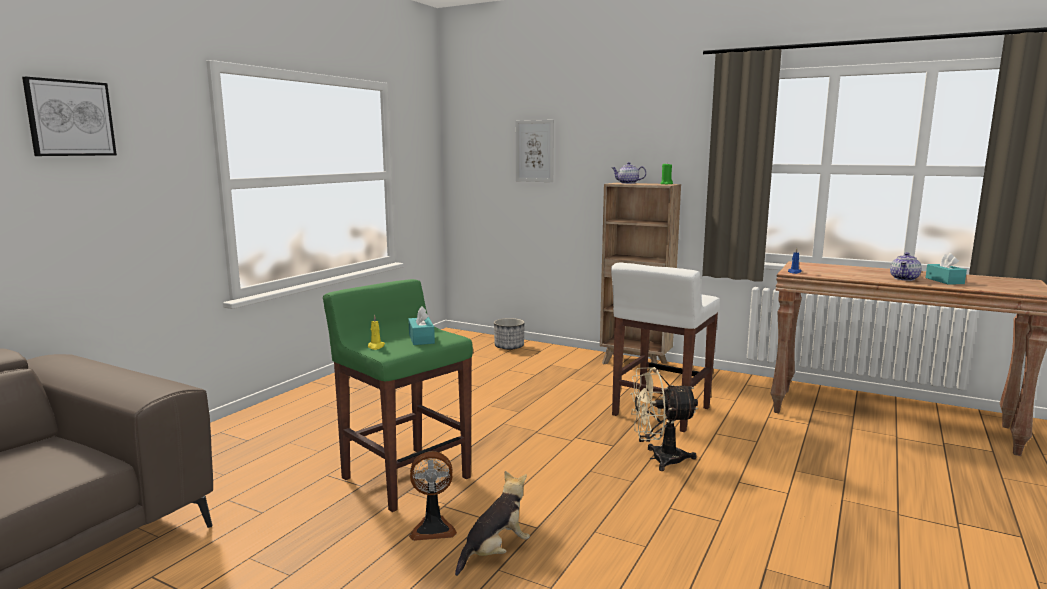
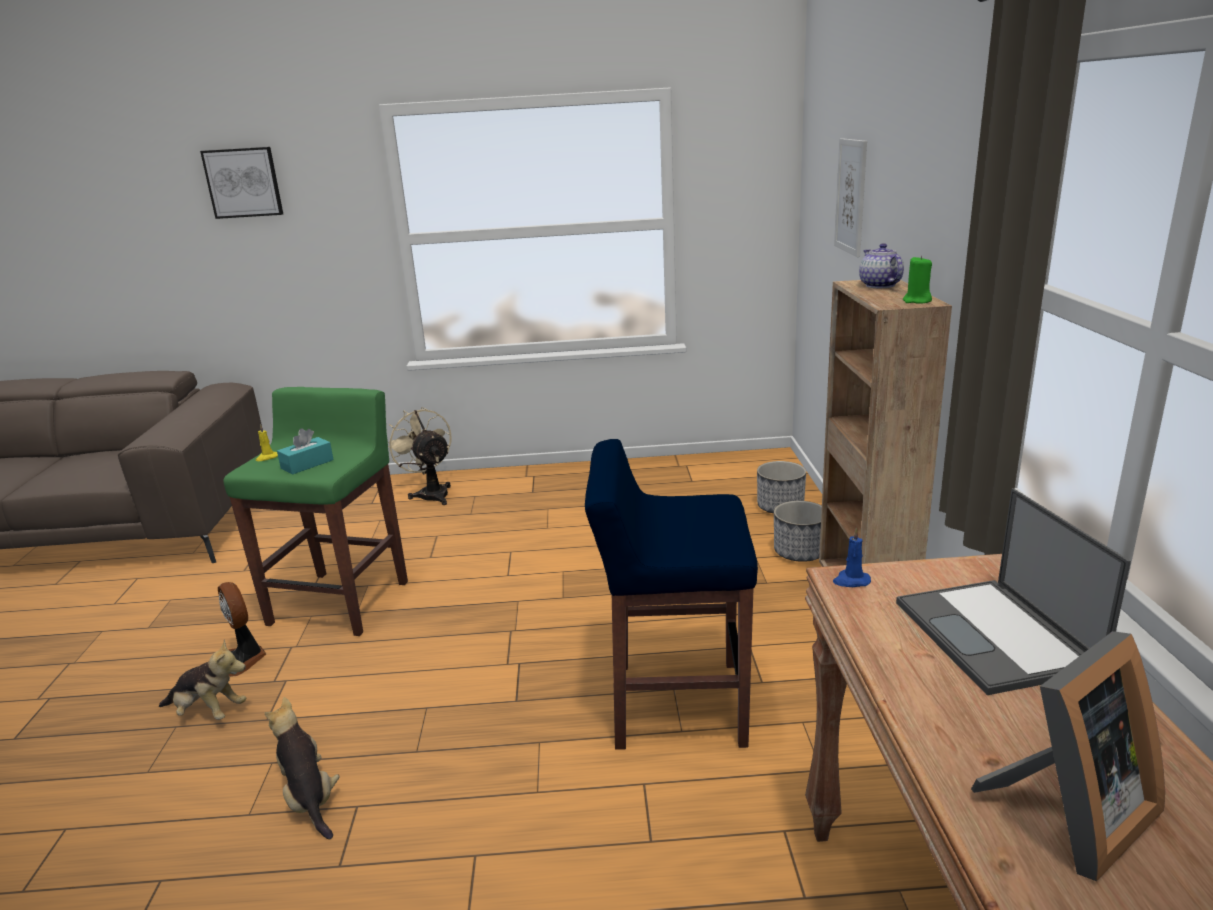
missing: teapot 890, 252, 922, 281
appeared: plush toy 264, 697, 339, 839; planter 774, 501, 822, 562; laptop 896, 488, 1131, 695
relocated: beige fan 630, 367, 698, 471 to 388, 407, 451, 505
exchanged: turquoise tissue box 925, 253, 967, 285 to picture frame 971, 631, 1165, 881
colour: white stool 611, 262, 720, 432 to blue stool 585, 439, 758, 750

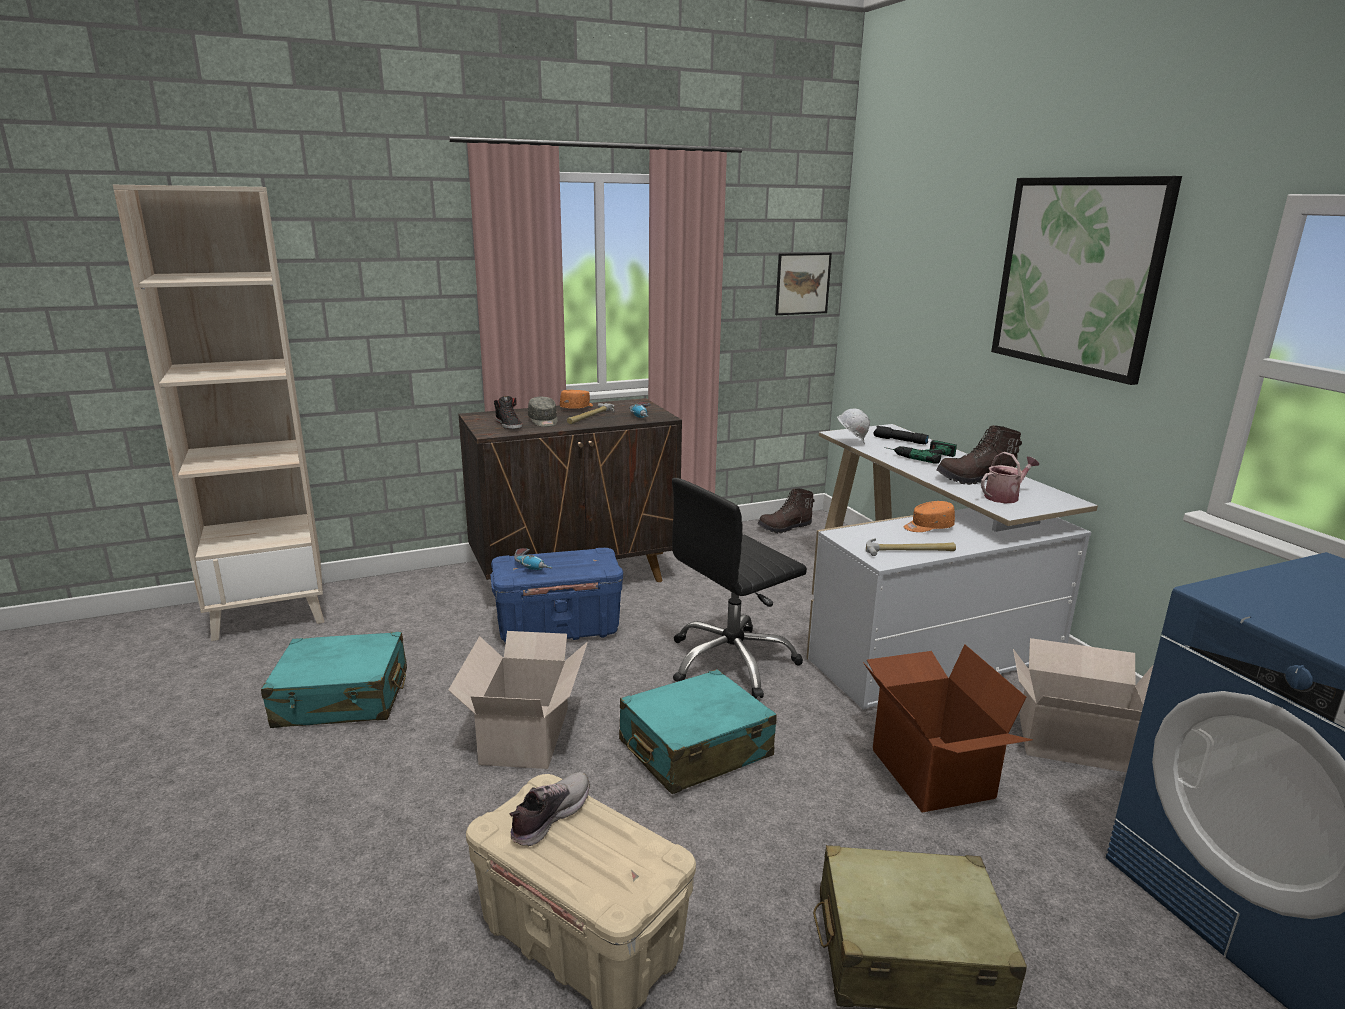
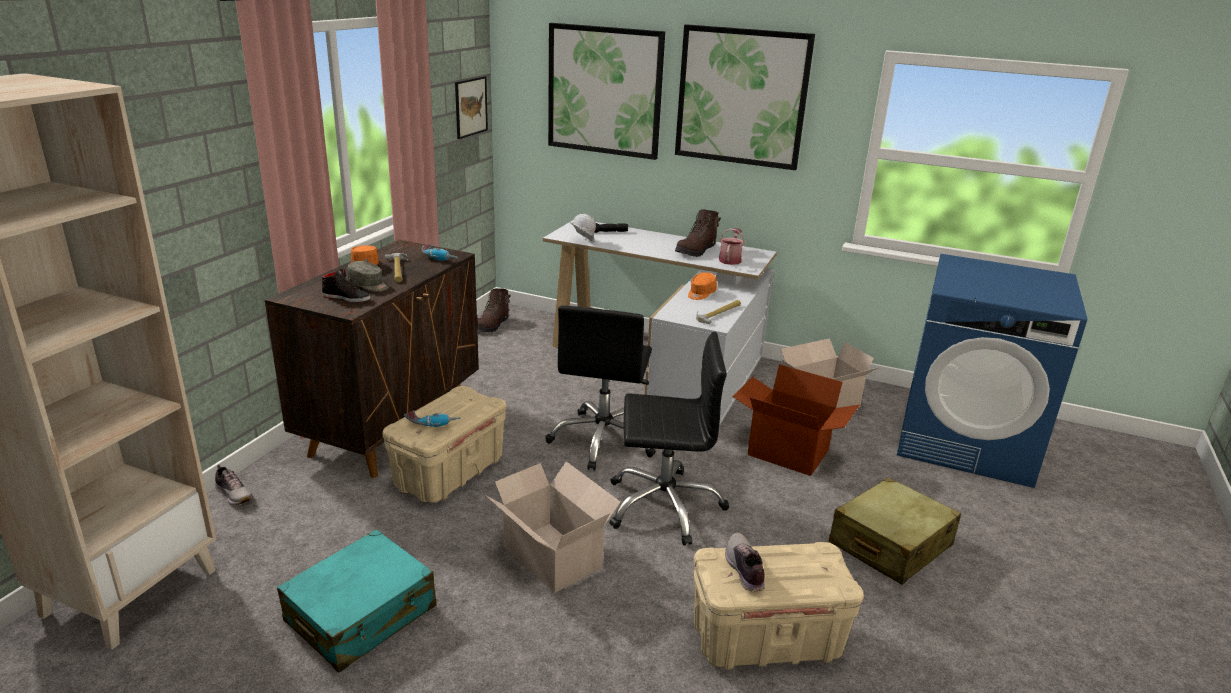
missing: power drill 885, 440, 957, 464
appeared: shoe 215, 464, 253, 505; picture 548, 23, 665, 160
exchanged: turquoise suitcase 619, 669, 777, 794 to black office chair 609, 332, 729, 545
colour: blue storage box 491, 548, 623, 643 to beige storage box 382, 386, 506, 503

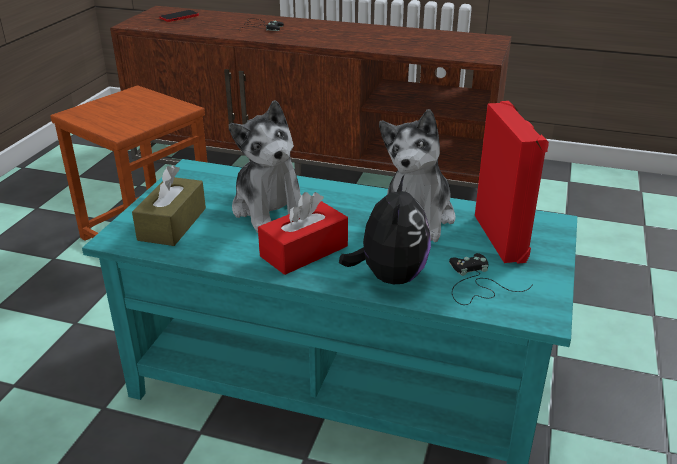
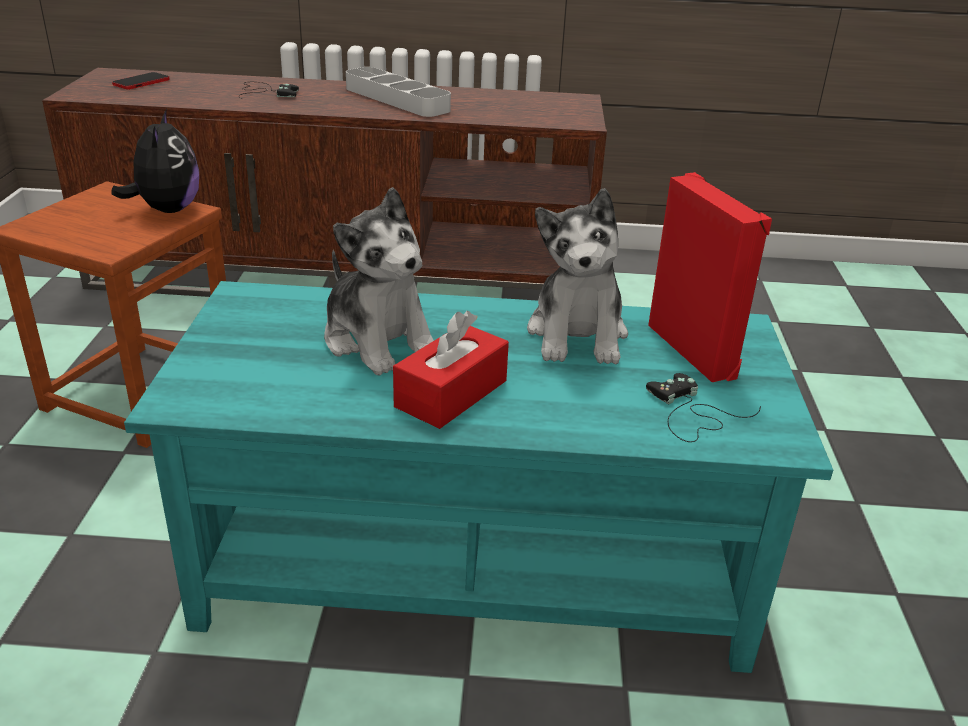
missing: brown tissue box 132, 165, 206, 246
appeared: grey tray 346, 67, 451, 117
relocated: plush toy 339, 175, 431, 284 to 112, 109, 199, 213

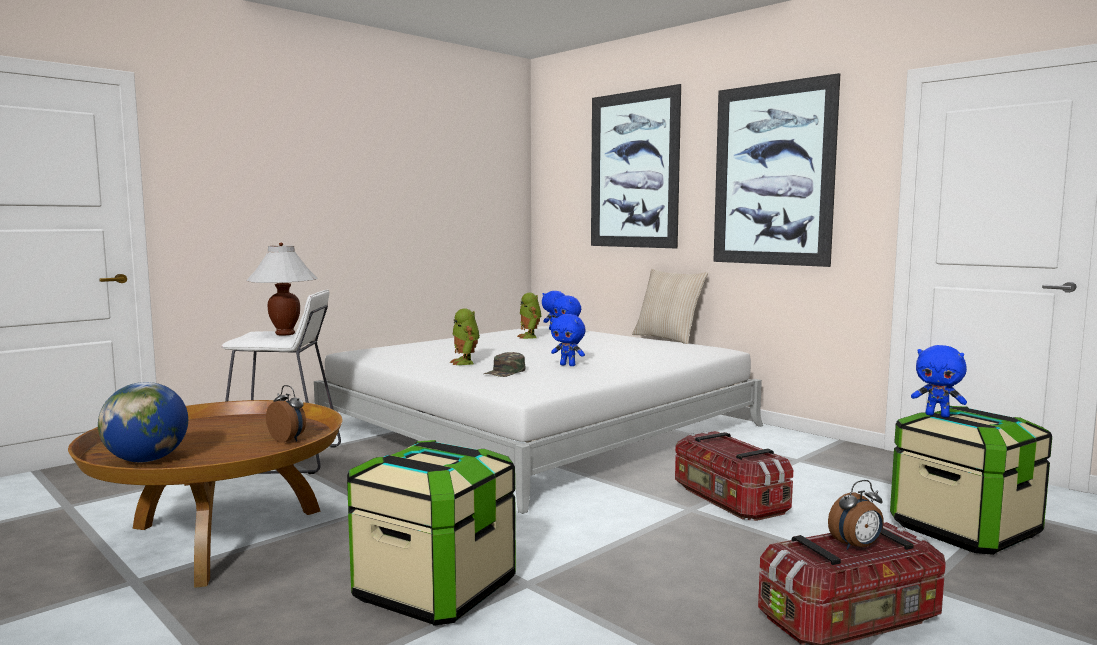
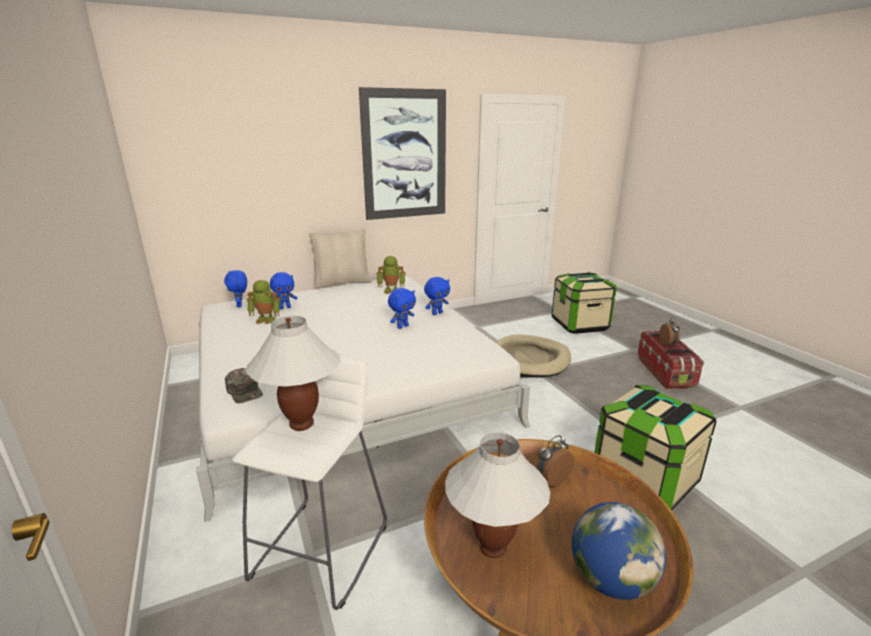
missing: picture 591, 84, 681, 248
appeared: white table lamp 445, 432, 551, 558
relocated: toy robot 450, 308, 480, 365 to 377, 256, 405, 294; green cap 484, 352, 525, 377 to 225, 368, 263, 403; blue plush toy 911, 345, 967, 418 to 424, 277, 450, 315
exchanged: storage box 675, 431, 793, 521 to beige dog bed 496, 335, 571, 378

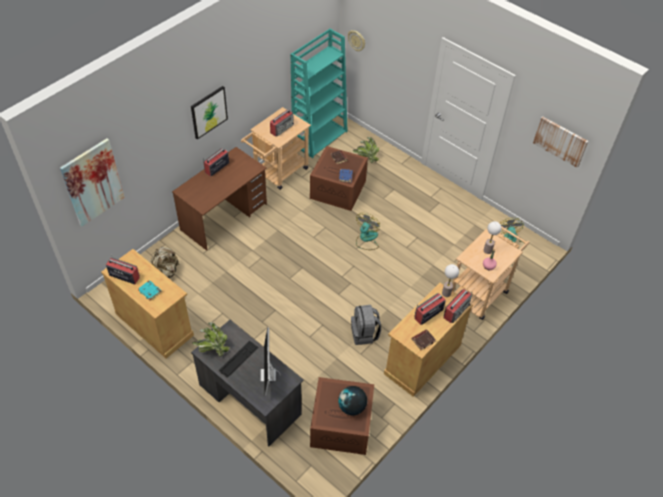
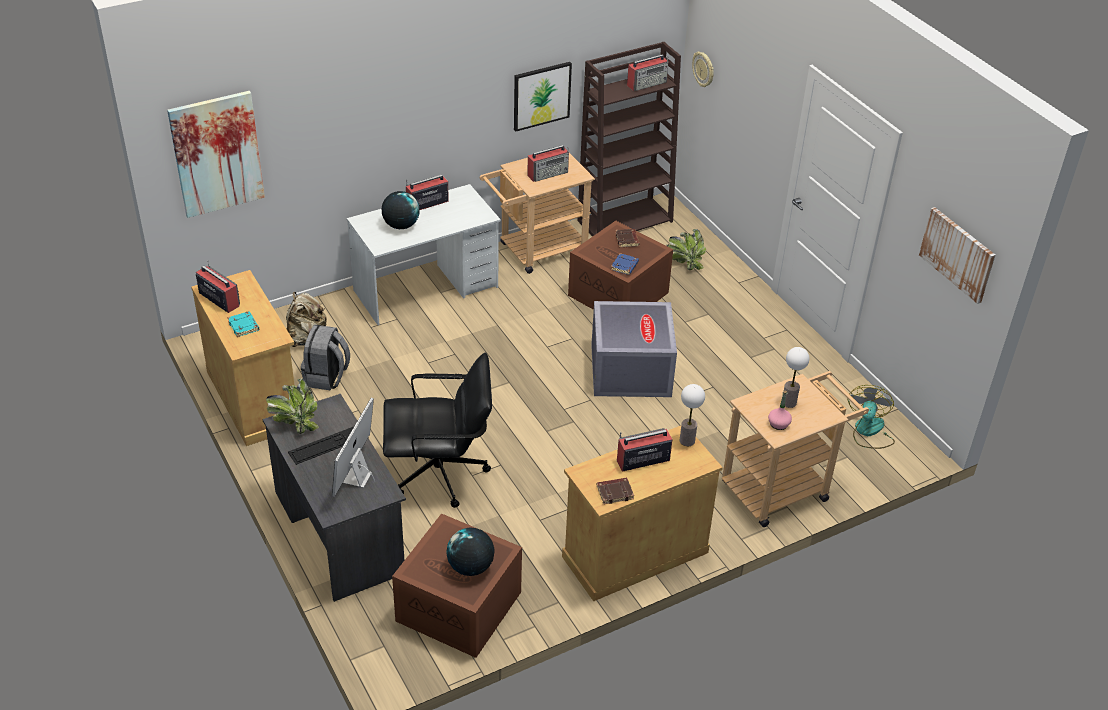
appeared: globe 382, 191, 420, 229; black office chair 383, 353, 492, 508
relocated: picture 191, 86, 228, 140 to 514, 62, 572, 131; grey backpack 351, 305, 381, 345 to 301, 325, 350, 390; radio 443, 289, 472, 323 to 627, 55, 668, 91
exchanged: fan 356, 213, 380, 250 to grey storage box 591, 301, 677, 397
colour: brown desk 172, 147, 267, 251 to white desk 347, 184, 501, 325; turquoise bookcase 291, 29, 348, 158 to brown bookcase 577, 42, 681, 237

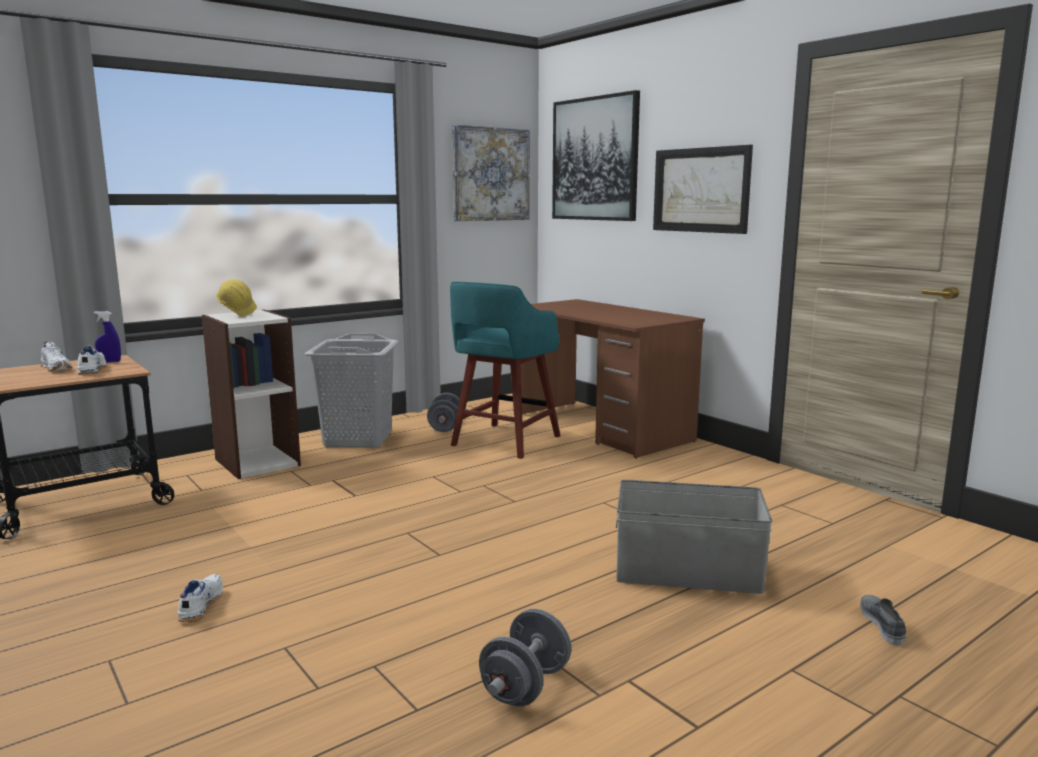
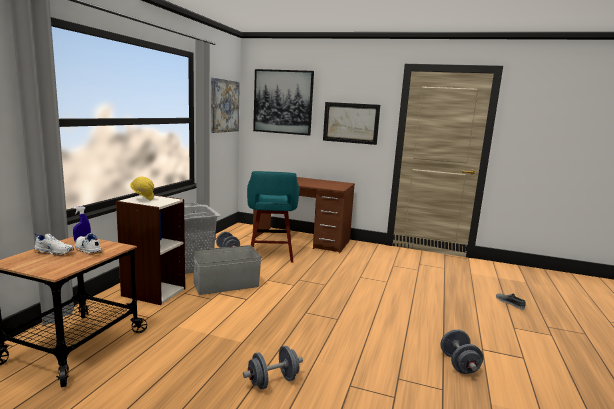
relocated: grey storage box 616, 480, 772, 594 to 193, 245, 261, 295
exchanged: white shoe 178, 574, 223, 622 to grey dumbbell 243, 346, 303, 390

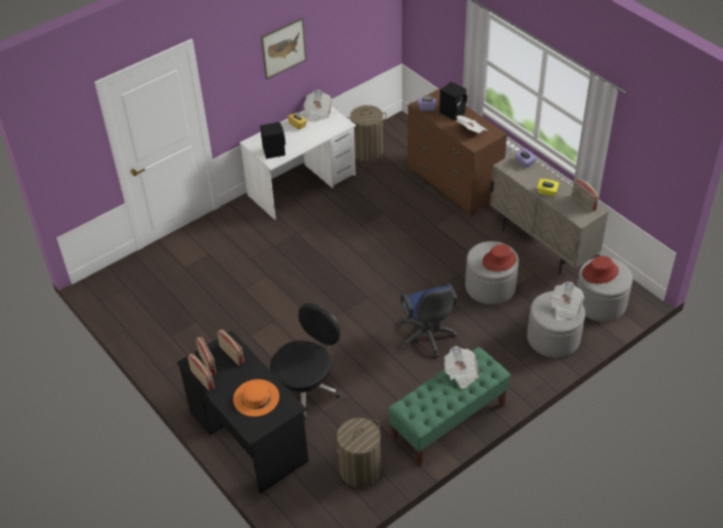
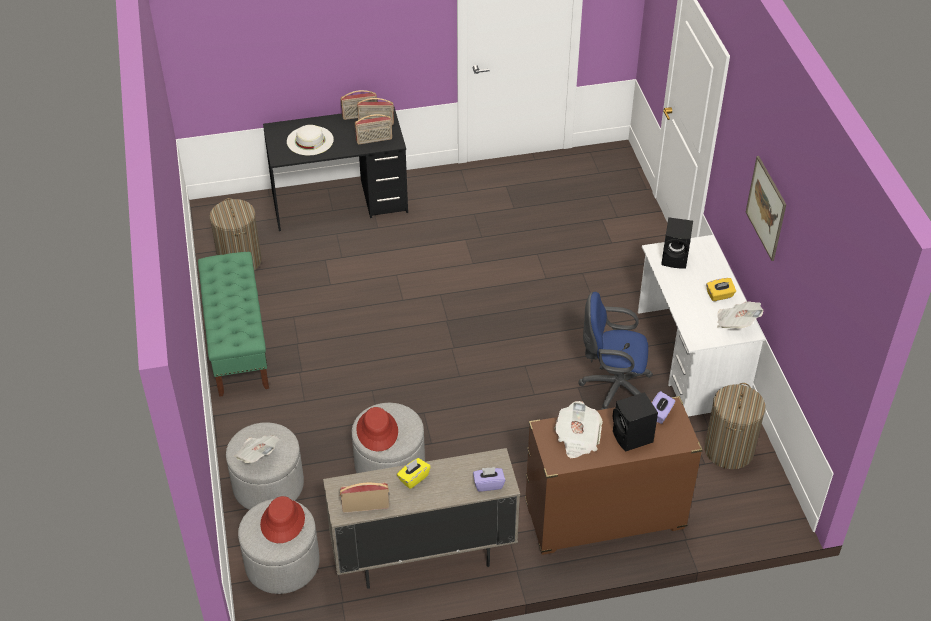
missing: black office chair 270, 303, 341, 419; newspaper 444, 346, 479, 389
relocated: blue office chair 400, 283, 457, 357 to 579, 292, 653, 410
colour: orange hat 233, 379, 279, 417 to white hat 287, 125, 334, 155

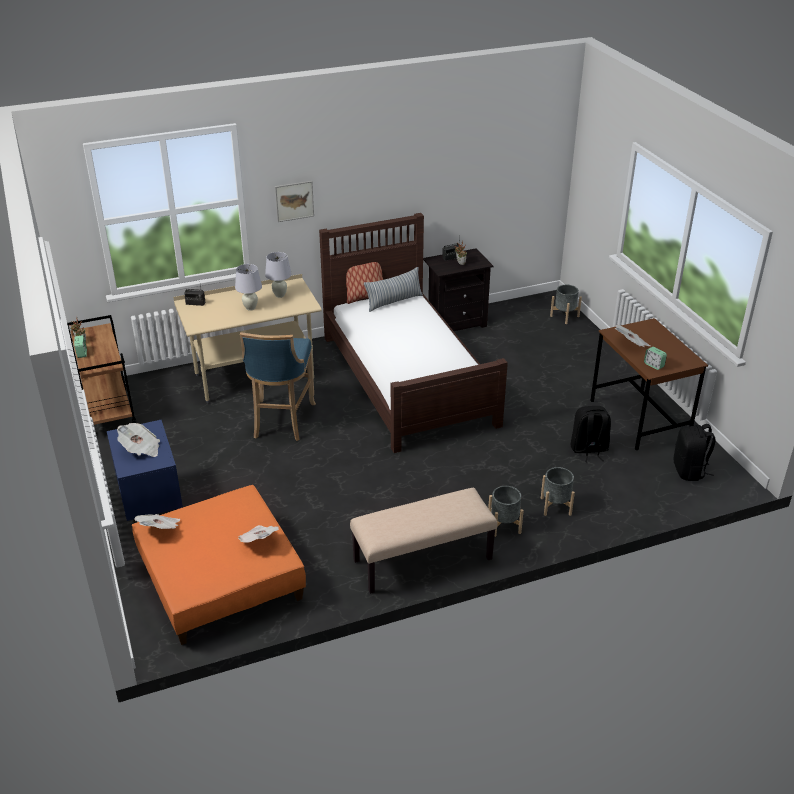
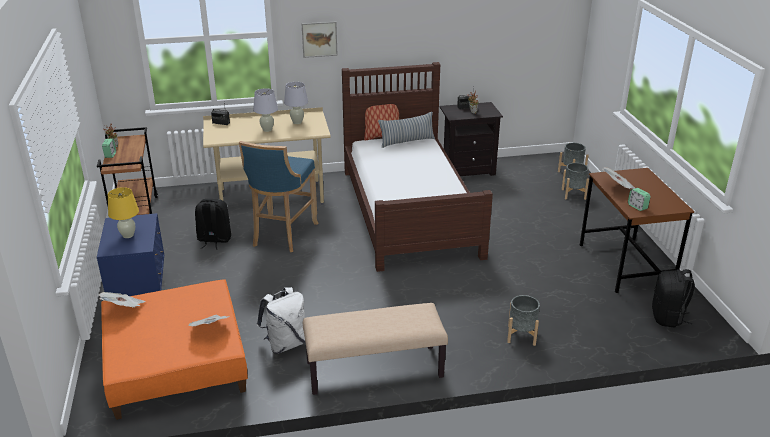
appeared: white backpack 257, 287, 305, 354
relocated: grey planter 488, 486, 524, 537 to 562, 163, 589, 200; black backpack 570, 406, 611, 462 to 195, 199, 231, 249
exchanged: newspaper 117, 423, 160, 457 to yellow table lamp 108, 187, 139, 238

